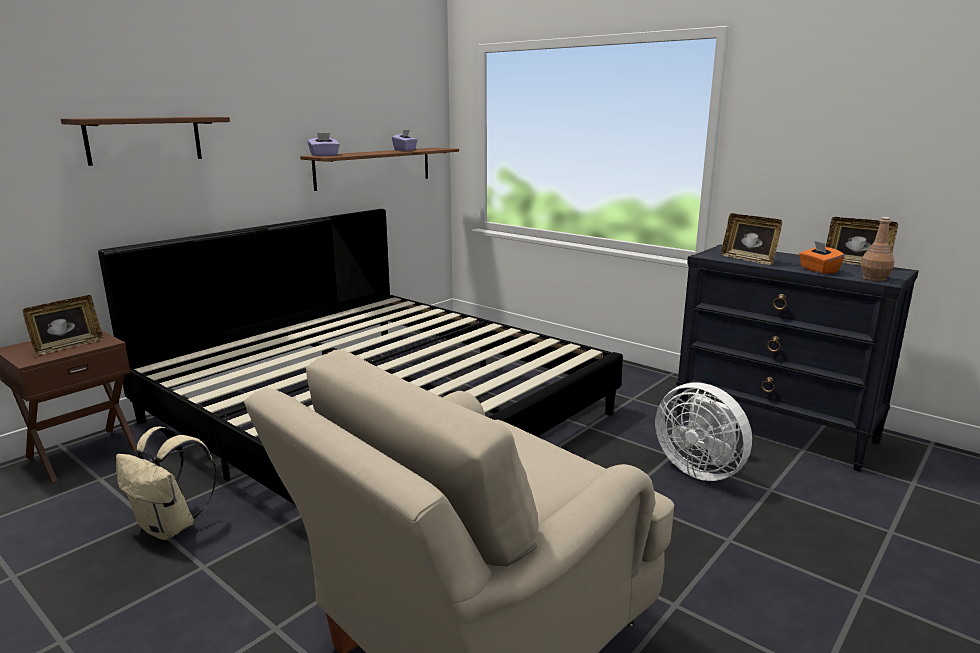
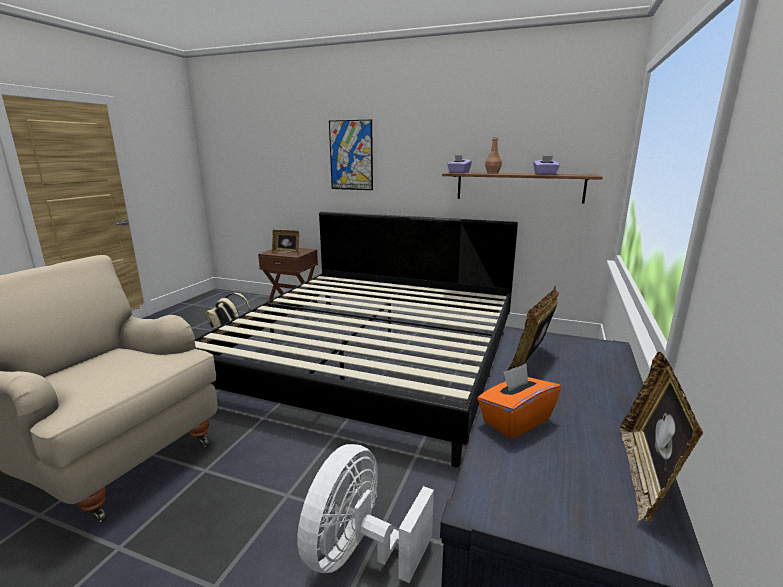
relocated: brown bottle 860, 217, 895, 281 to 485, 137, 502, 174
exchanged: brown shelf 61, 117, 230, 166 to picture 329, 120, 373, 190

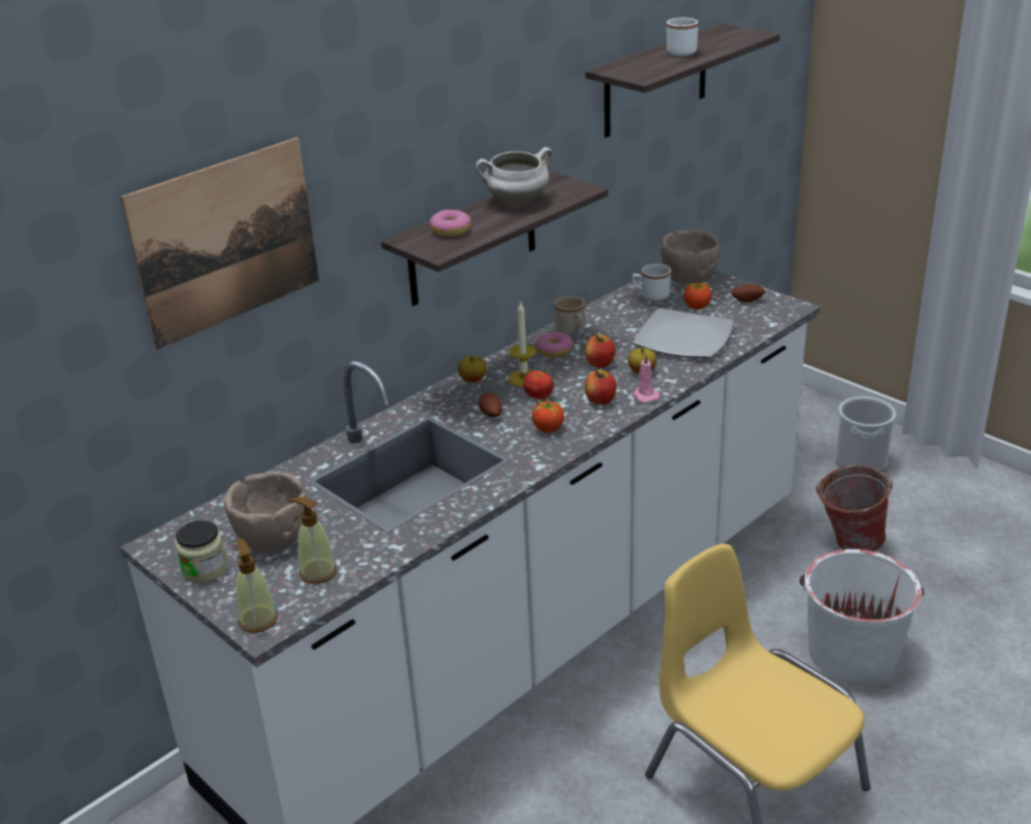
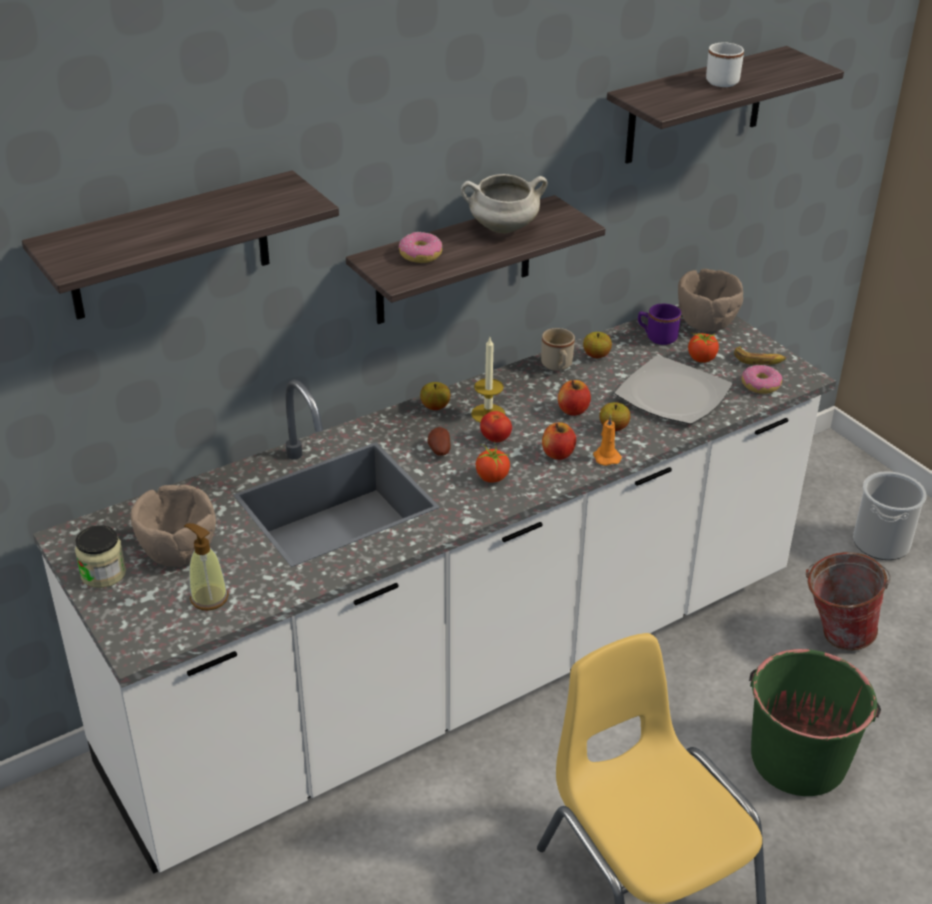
missing: soap dispenser 236, 538, 278, 633
appeared: apple 583, 332, 612, 358
relocated: donut 535, 332, 573, 357 to 741, 365, 782, 394
exchanged: picture 121, 137, 319, 350 to shelf 22, 170, 339, 320; potato 731, 284, 765, 302 to banana 734, 346, 786, 365
colour: white mug 632, 264, 671, 301 to purple mug 638, 304, 681, 345; pink candle 632, 354, 660, 403 to orange candle 593, 414, 622, 466; white bucket 800, 549, 924, 684 to green bucket 749, 649, 881, 796

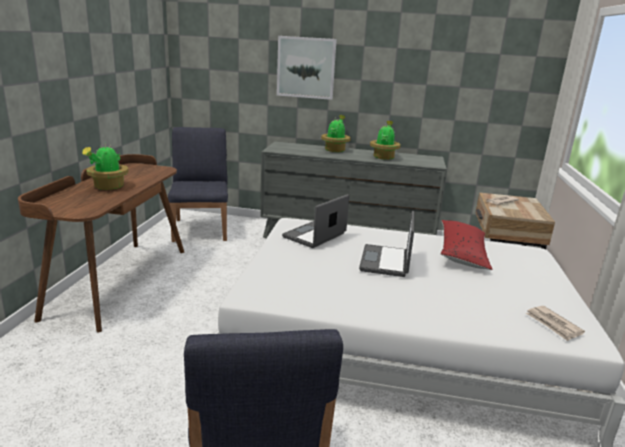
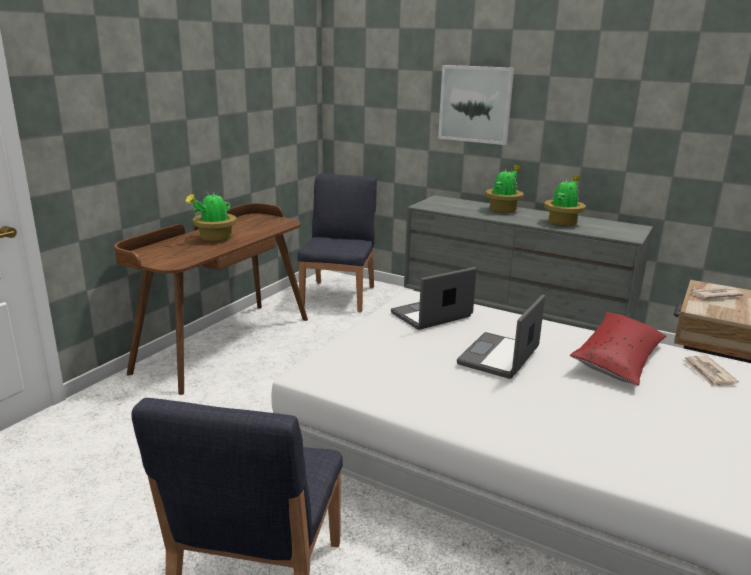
relocated: newspaper 526, 306, 585, 341 to 683, 356, 739, 388

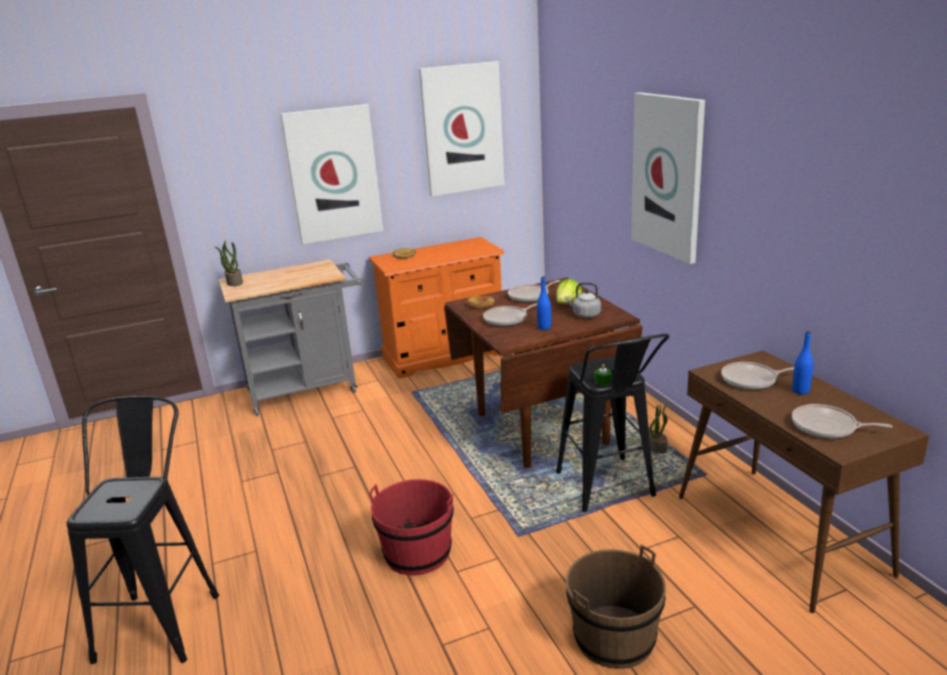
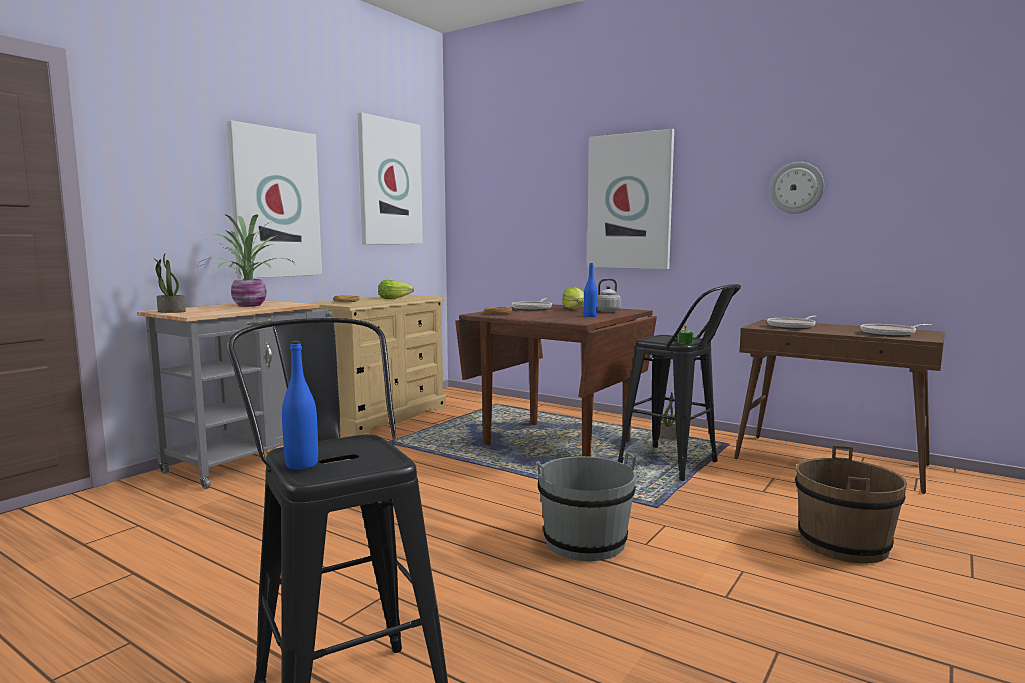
missing: frying pan 483, 303, 537, 326
appeared: potted plant 198, 214, 294, 307; lettuce 379, 280, 414, 299; wall clock 770, 162, 824, 214
relocated: blue bottle 792, 331, 813, 394 to 282, 341, 318, 470
colour: orange dresser 369, 237, 504, 379 to beige dresser 307, 295, 446, 436; red bucket 369, 479, 454, 575 to grey bucket 537, 452, 636, 561

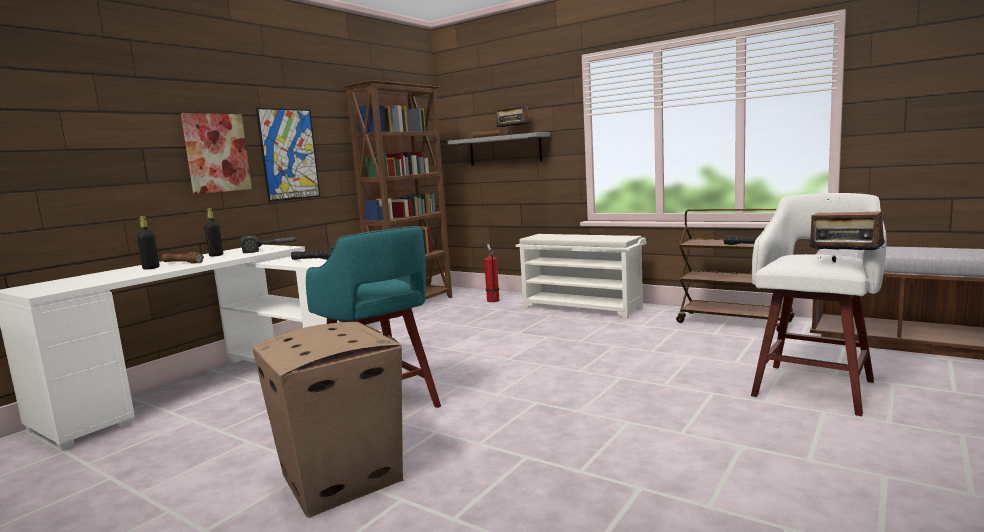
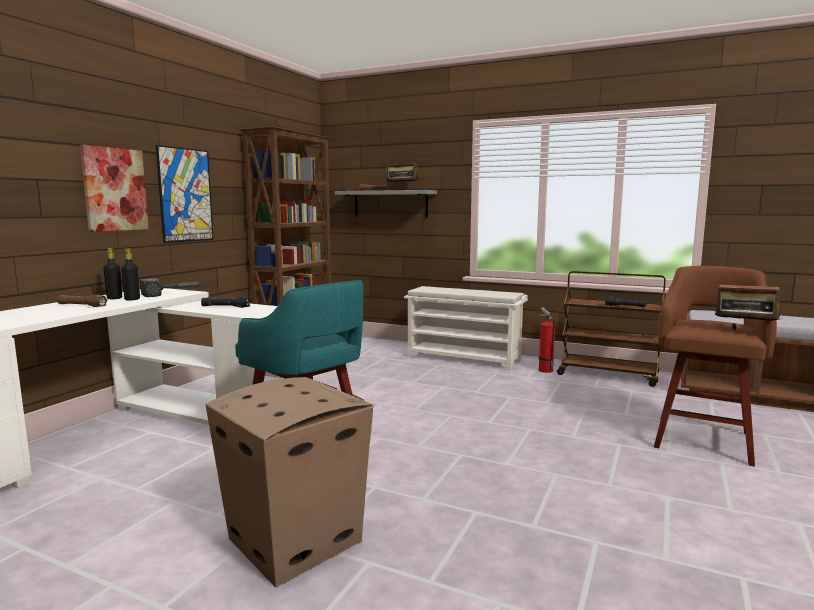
relocated: black bottle 137, 216, 159, 270 to 121, 249, 140, 301; fire extinguisher 484, 244, 499, 302 to 539, 308, 555, 373
colour: white stool 751, 193, 887, 416 to brown stool 654, 266, 777, 467

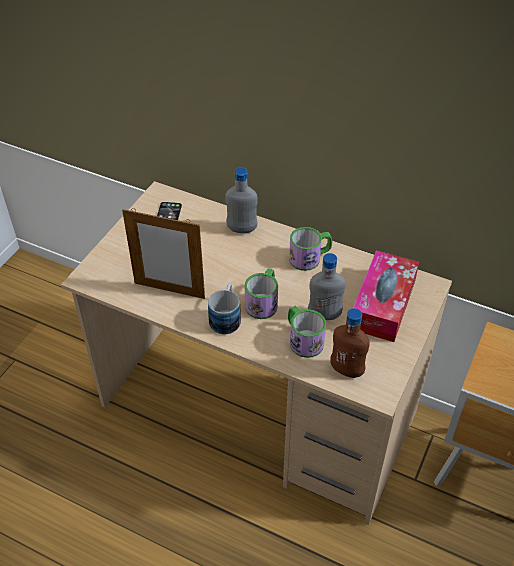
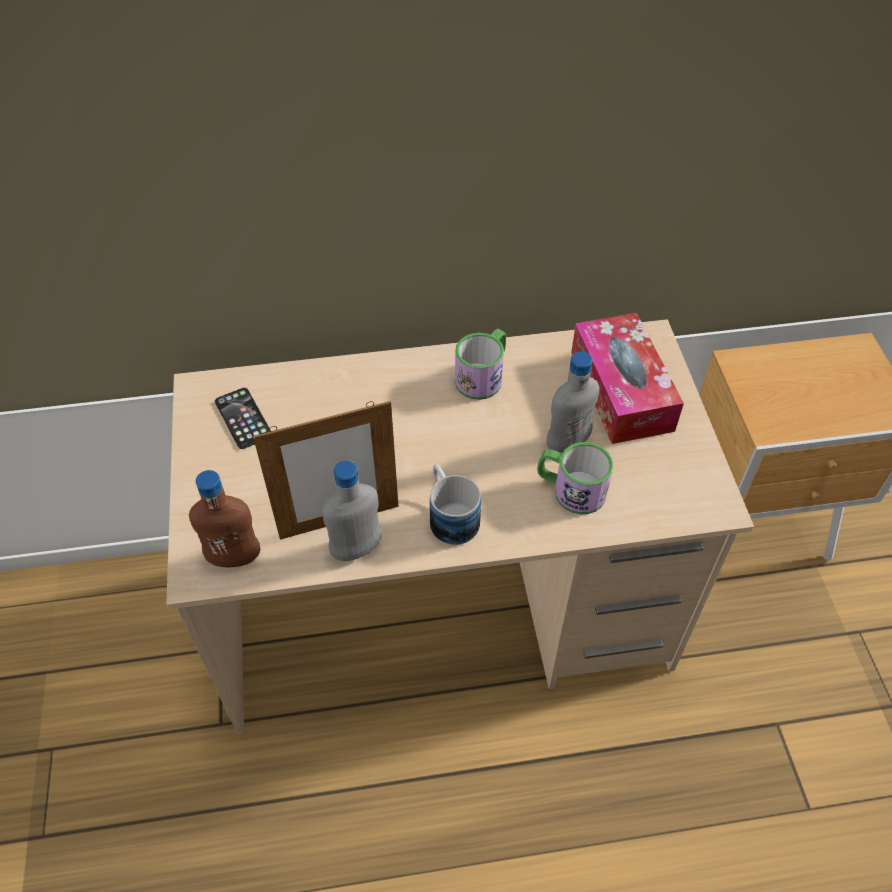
missing: mug 245, 268, 278, 319
relocated: grey bottle 225, 168, 258, 233 to 322, 461, 382, 561; brown bottle 330, 308, 369, 378 to 189, 470, 261, 567

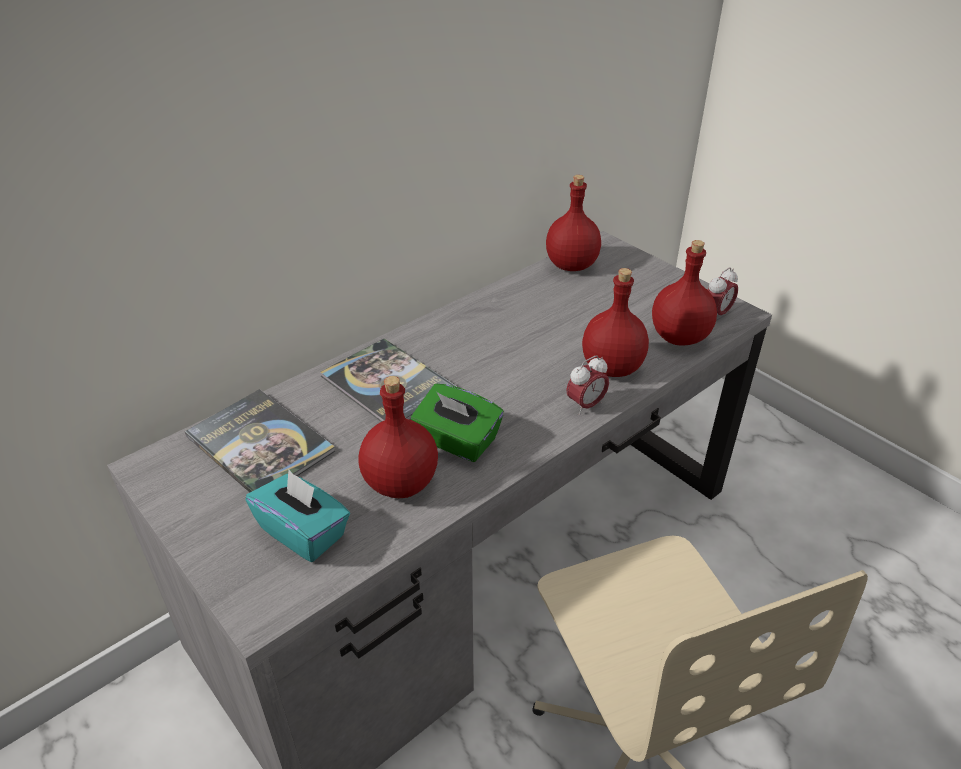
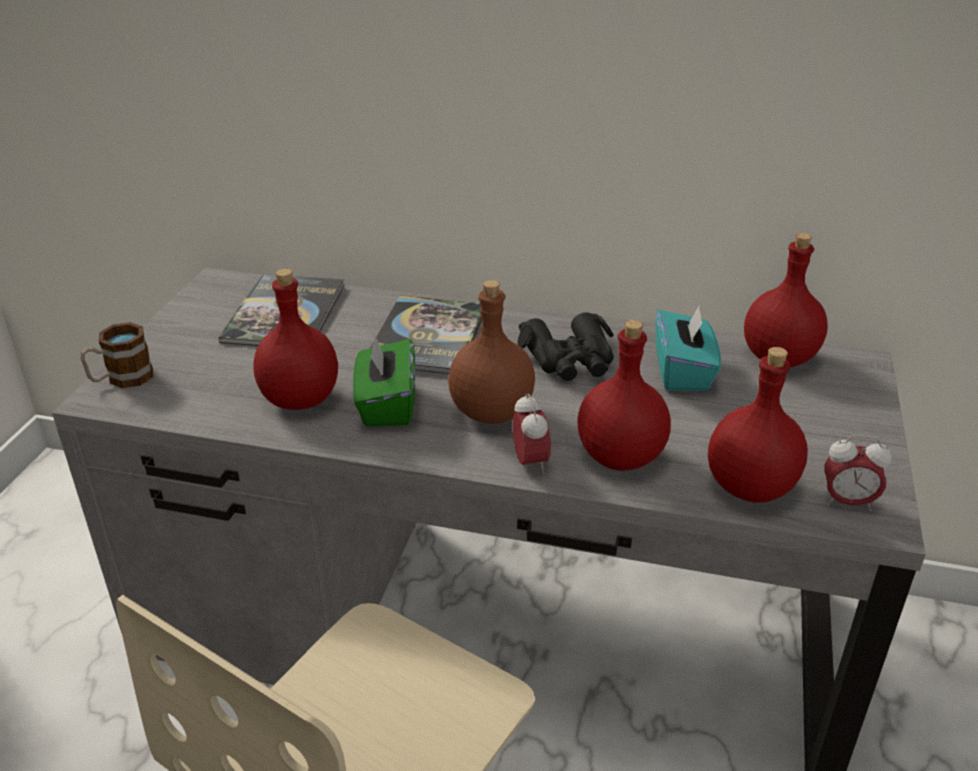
appeared: mug 80, 322, 153, 388; brown bottle 448, 280, 535, 424; black binoculars 518, 313, 614, 381
relocated: turquoise tissue box 245, 470, 350, 562 to 656, 305, 721, 391
spun: alarm clock 566, 356, 609, 415 = 513, 393, 551, 474 120 degrees counterclockwise

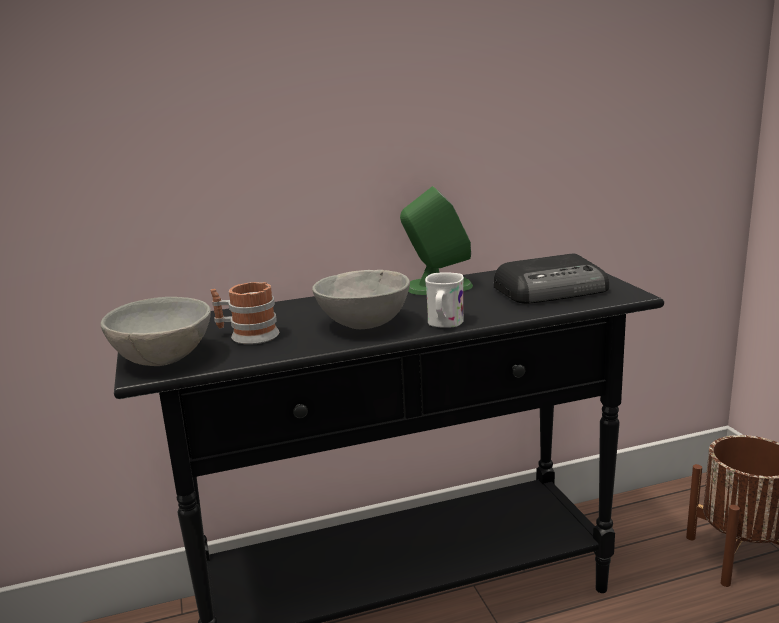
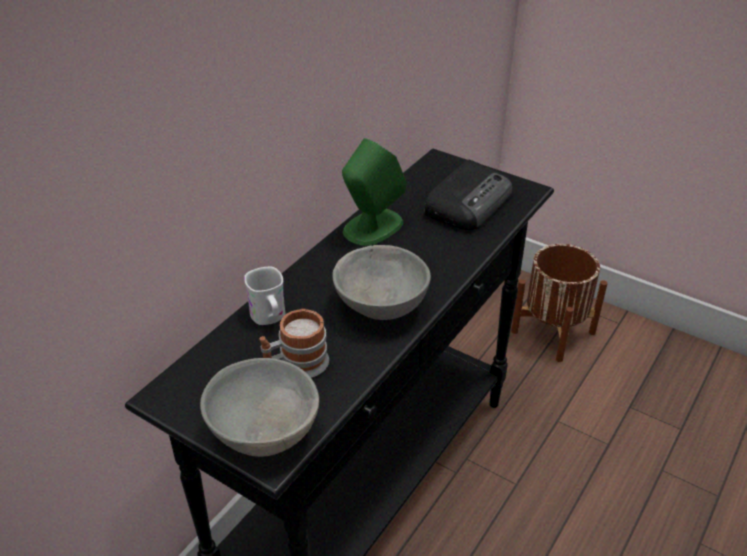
relocated: white mug 425, 272, 464, 328 to 244, 267, 285, 325

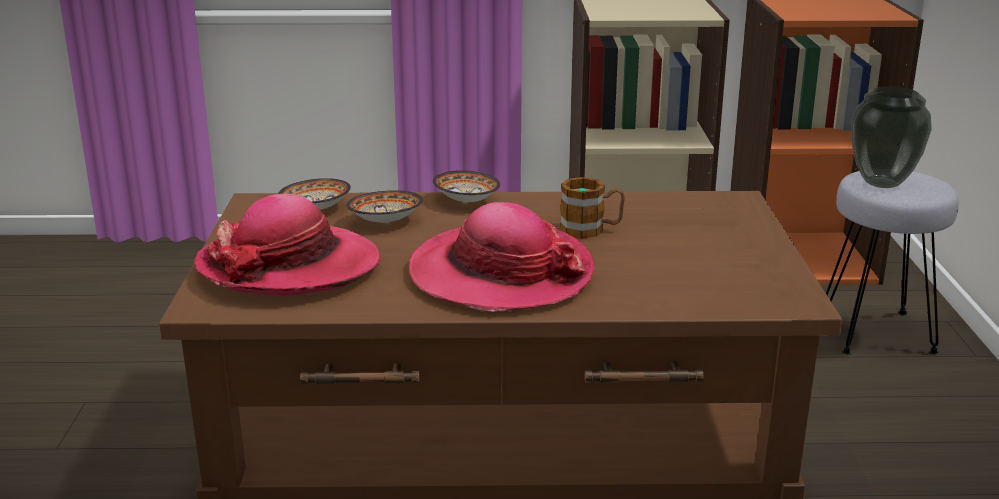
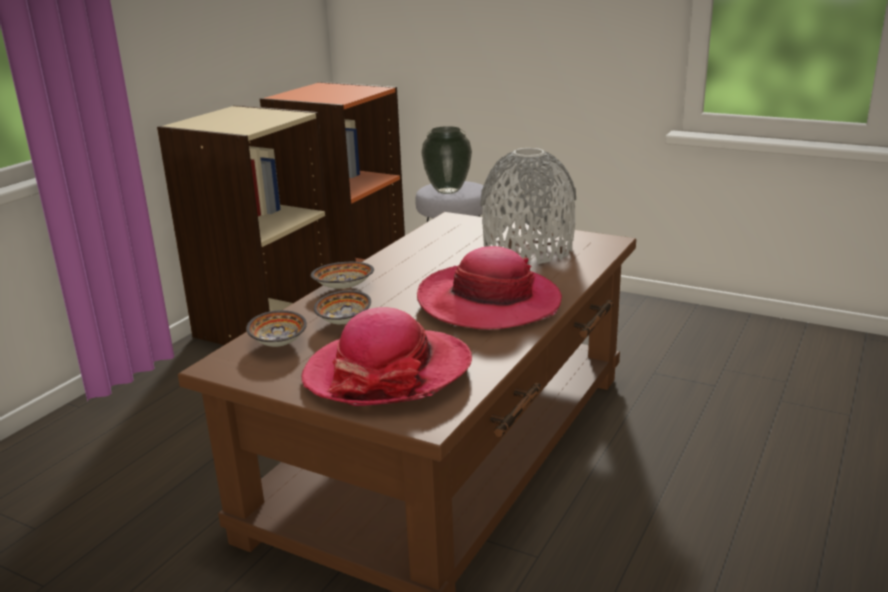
missing: mug 560, 177, 625, 239
appeared: grey vase 480, 148, 576, 264

